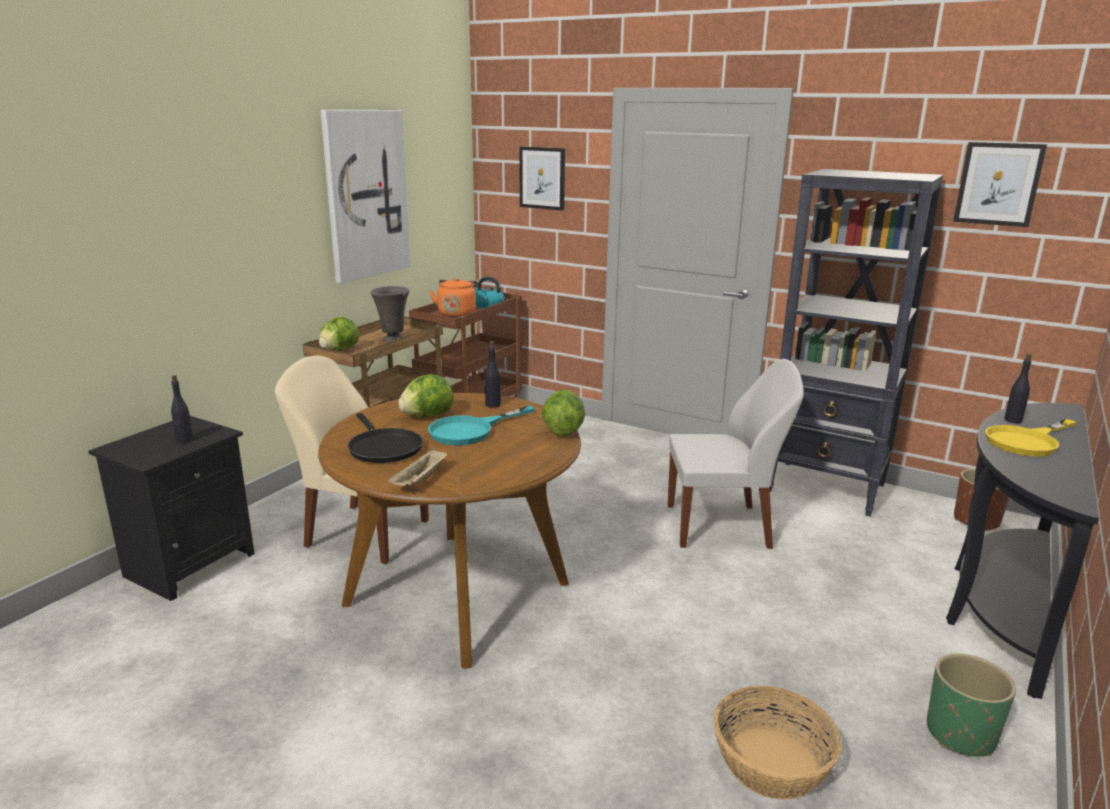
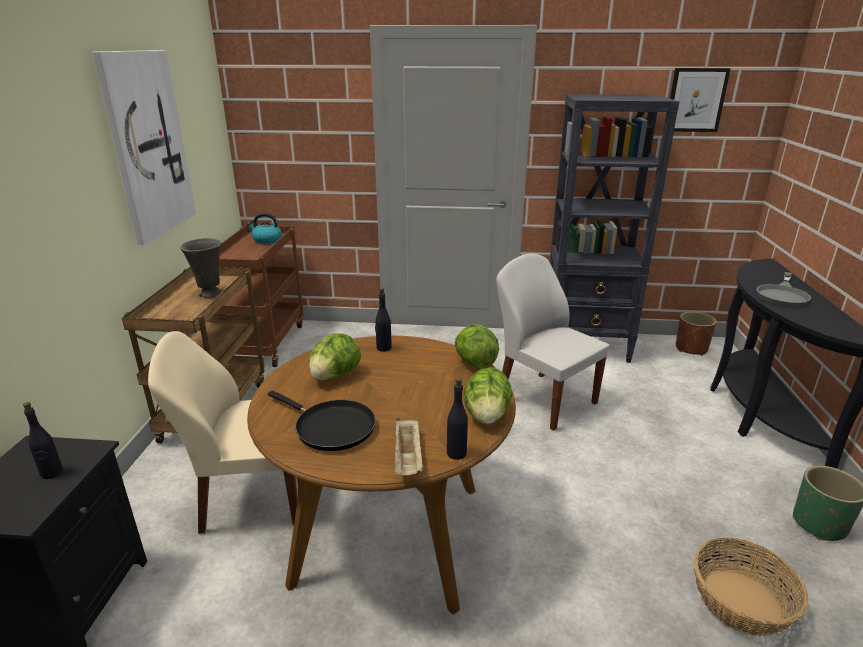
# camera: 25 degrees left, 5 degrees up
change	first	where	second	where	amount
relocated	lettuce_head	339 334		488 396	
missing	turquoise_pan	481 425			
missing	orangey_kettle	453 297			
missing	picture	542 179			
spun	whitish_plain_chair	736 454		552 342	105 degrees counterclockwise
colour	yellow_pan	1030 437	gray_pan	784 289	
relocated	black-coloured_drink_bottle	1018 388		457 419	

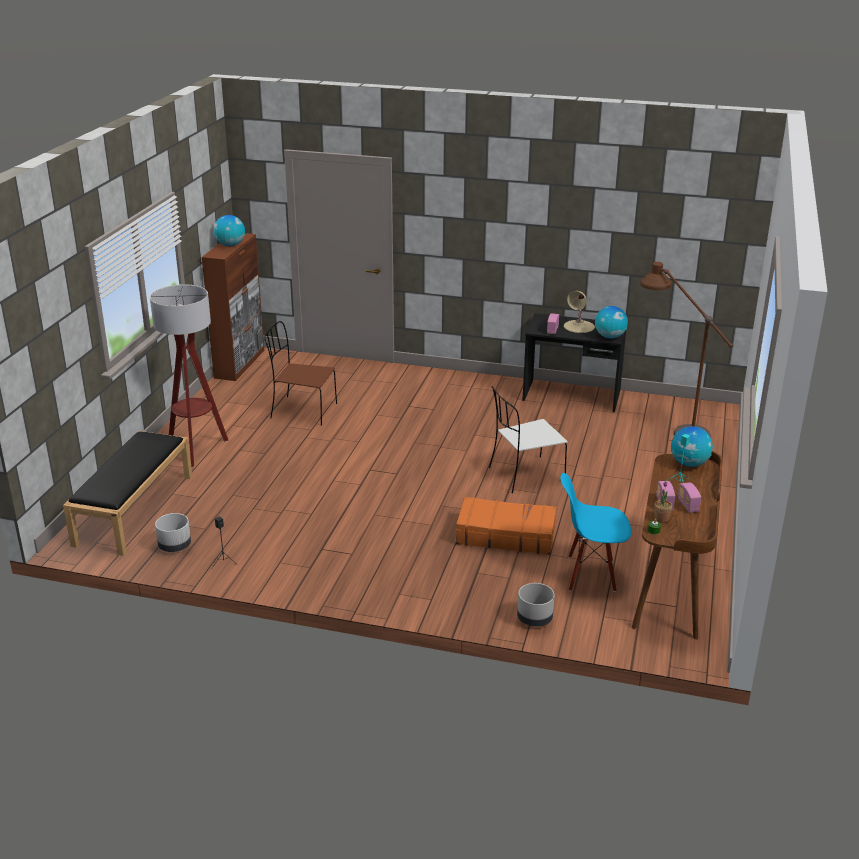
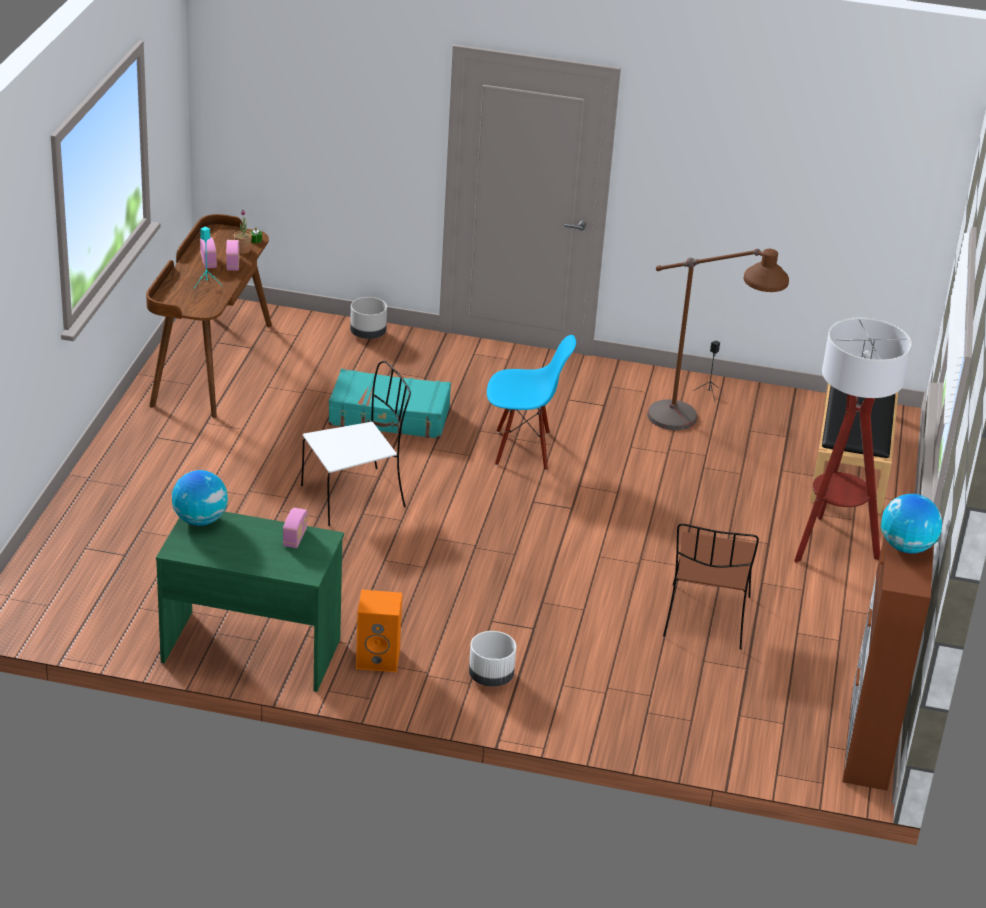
# camera: 175 degrees right, 5 degrees up
change	first	where	second	where	amount
relocated	whitish_plant_pot	173 532		492 659	
spun	brownish_plain_chair	300 373		711 586	90 degrees clockwise
colour	orangey_travel_case	506 526	turquoise_travel_case	389 404	
colour	black-coloured_desk_table	574 362	green_desk_table	250 602	
relocated	blue-coloured_plain_chair	595 532		531 403	
missing	beige_lamp_for_a_table	579 312			
relocated	brownish_floor_lamp	686 350		718 339	
missing	globe	692 446			
appeared			orangey_audio_speaker	379 630	

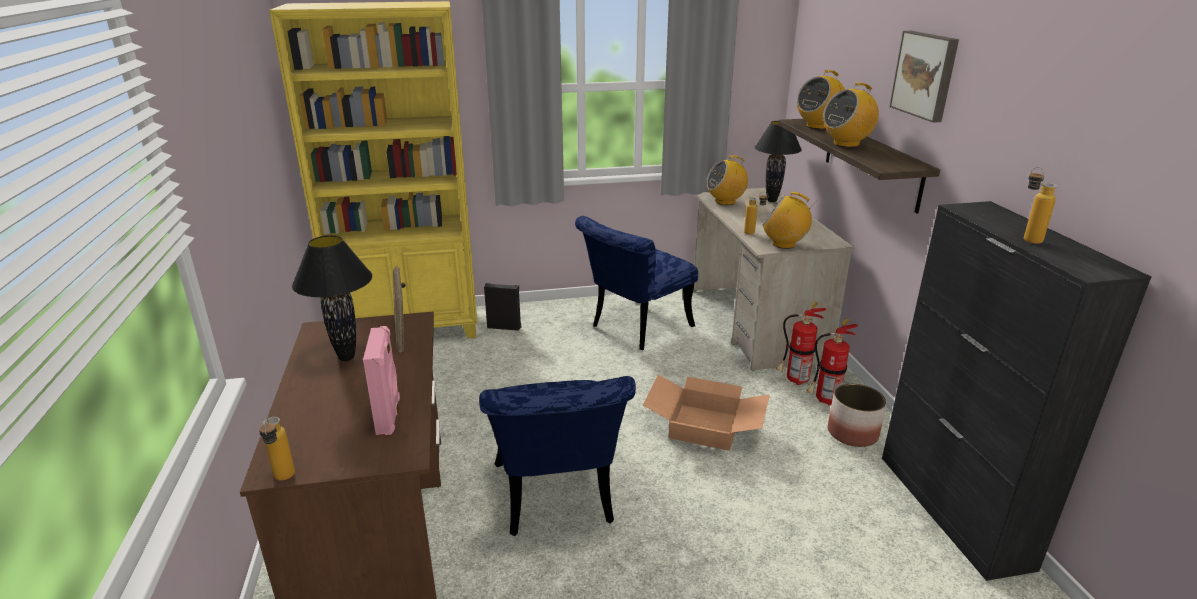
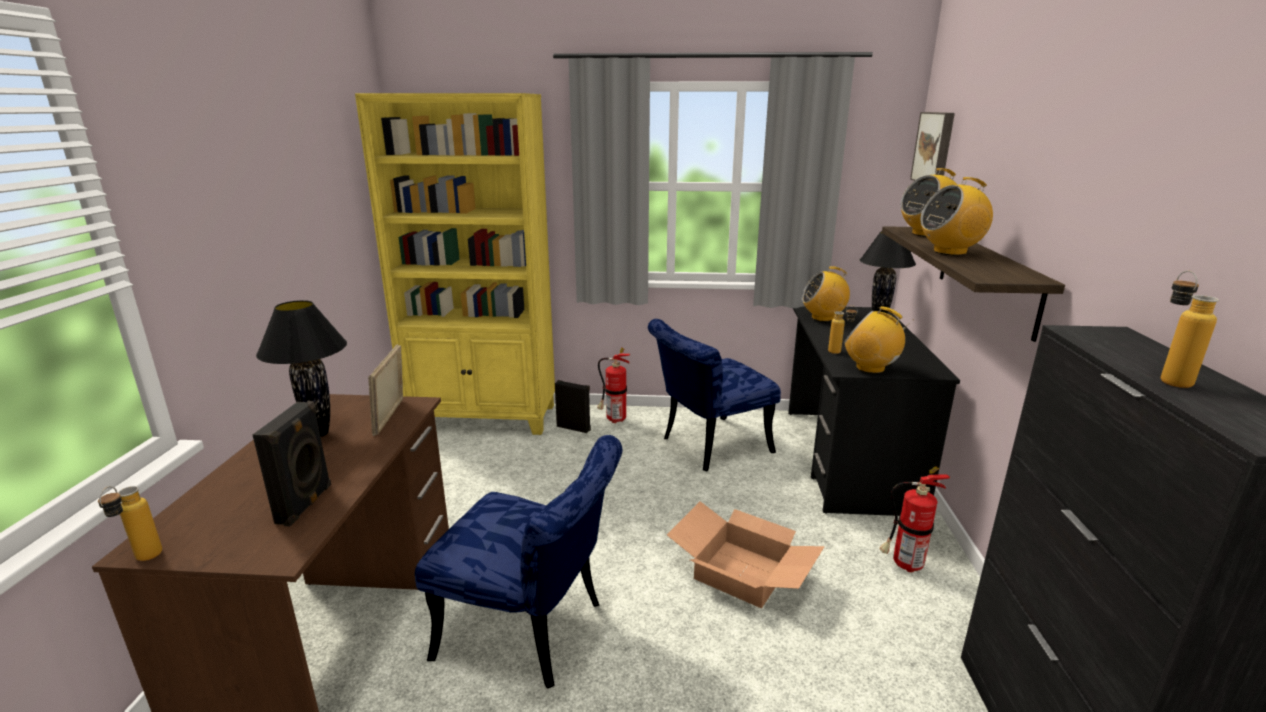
# camera: 15 degrees right, 5 degrees down
change	first	where	second	where	amount
colour	pinkish_audio_speaker	381 380	black-coloured_audio_speaker	292 464	
spun	blue-coloured_plain_chair	557 456		519 562	75 degrees counterclockwise
colour	beige_desk_table	773 279	black-coloured_desk_table	874 411	
relocated	fire_extinguisher	801 343		613 385	
missing	plant_pot	857 415			
relocated	picture	924 77		932 146	

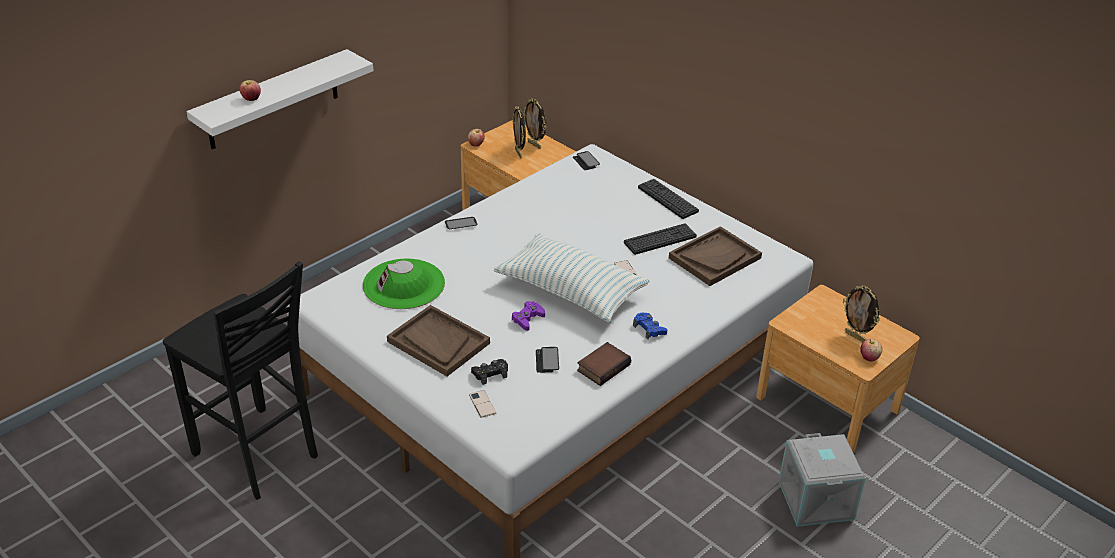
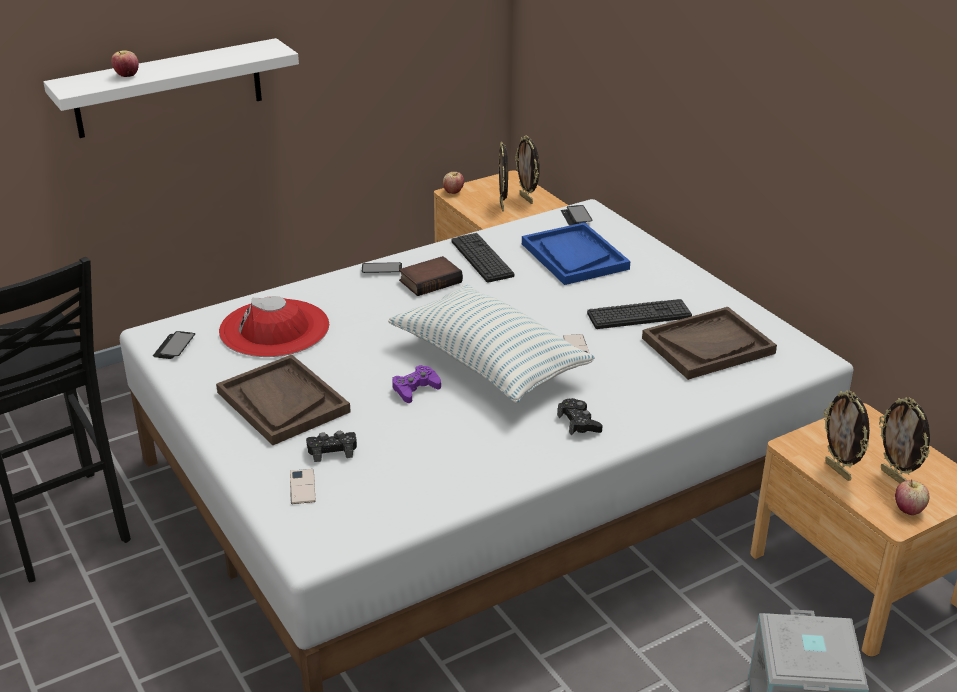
# camera: 15 degrees right, 5 degrees down
change	first	where	second	where	amount
colour	green_wearable_hat	404 283	red-coloured_wearable_hat	274 326	
relocated	handset	547 360		174 345	
relocated	volume	604 364		431 276	
colour	blue-coloured_gamepad	650 325	black-coloured_gamepad	580 417	
relocated	keyboard	668 199		483 258	
appeared			blue-coloured_tray	576 253	
appeared			standing_frame	846 436	

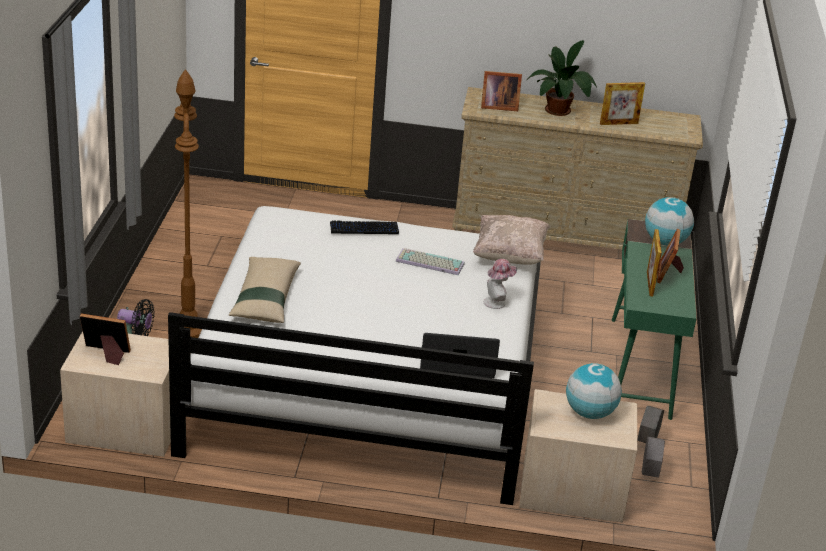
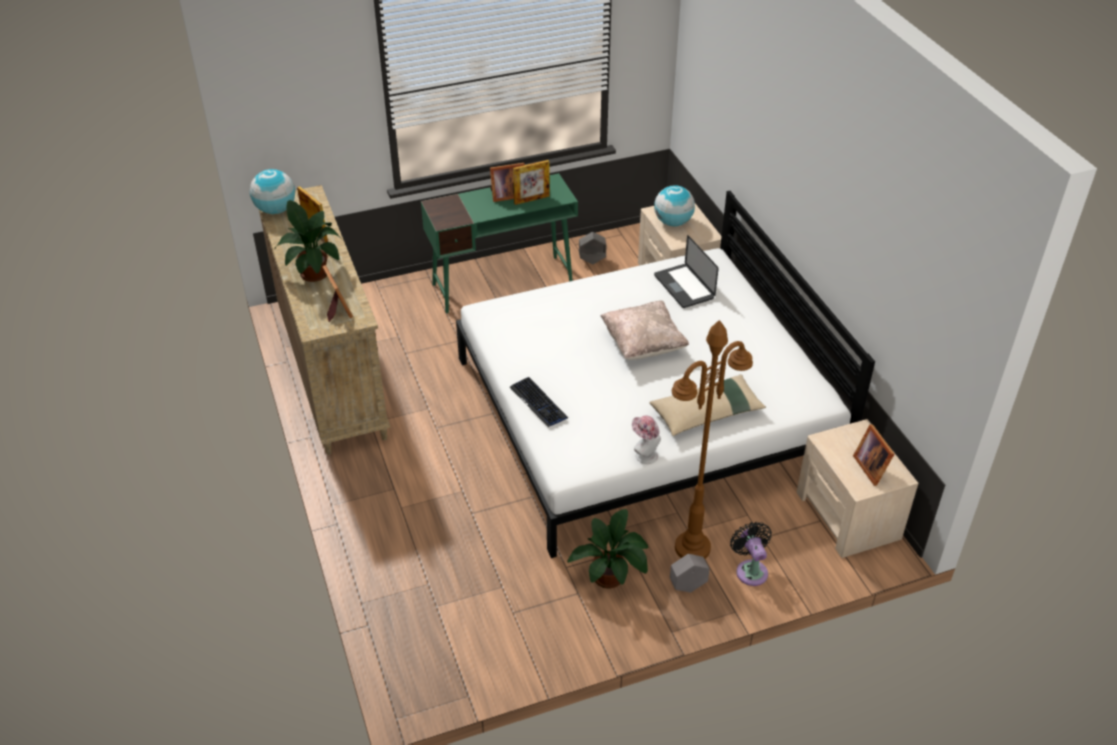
# camera: 115 degrees left, 10 degrees up
change	first	where	second	where	amount
missing	keyboard	430 261			
relocated	beige_throw_pillow	511 240		645 330	
relocated	wearable_hat	500 284		646 440	
relocated	gray_plant_pot	653 457		690 573	
relocated	globe	669 221		272 191	
appeared			plant_in_a_pot	608 549	

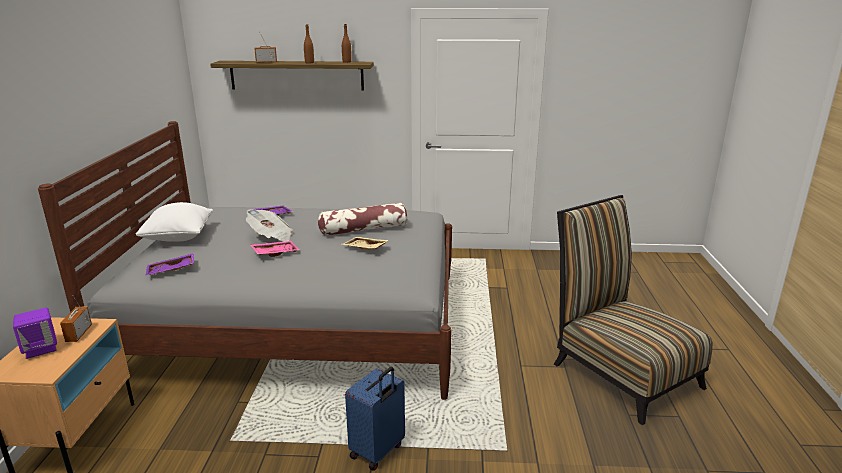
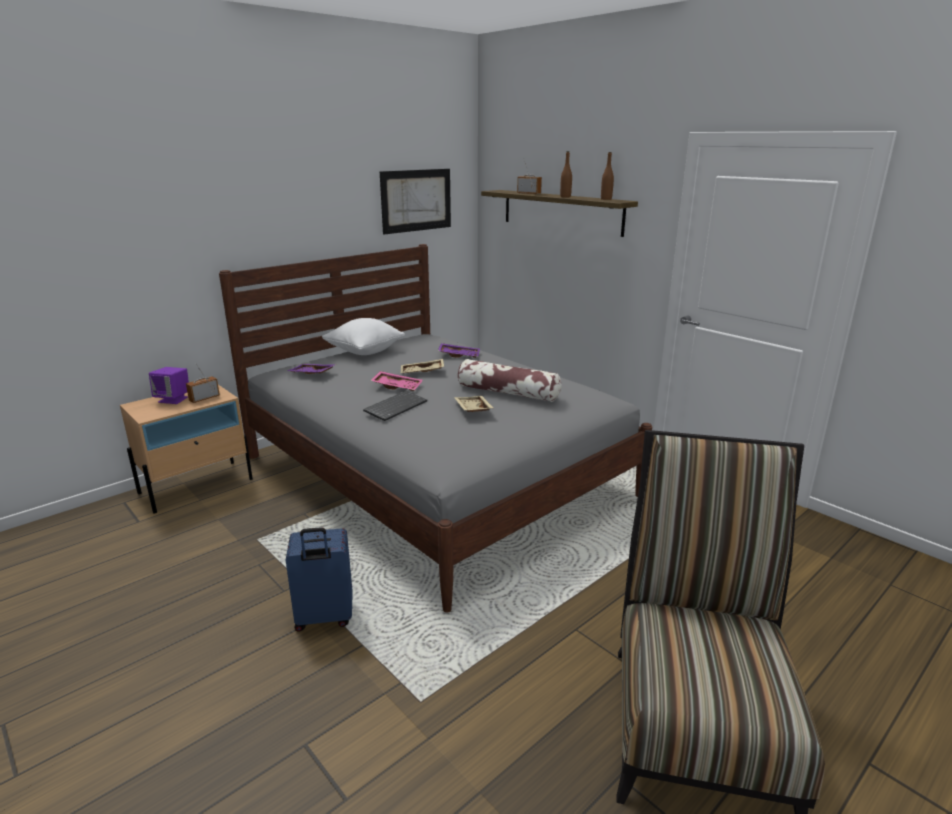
# camera: 45 degrees right, 0 degrees up
change	first	where	second	where	amount
exchanged	daily_paper	269 225	beige_tray	422 366	
appeared			keyboard	395 406	
appeared			picture	415 201	

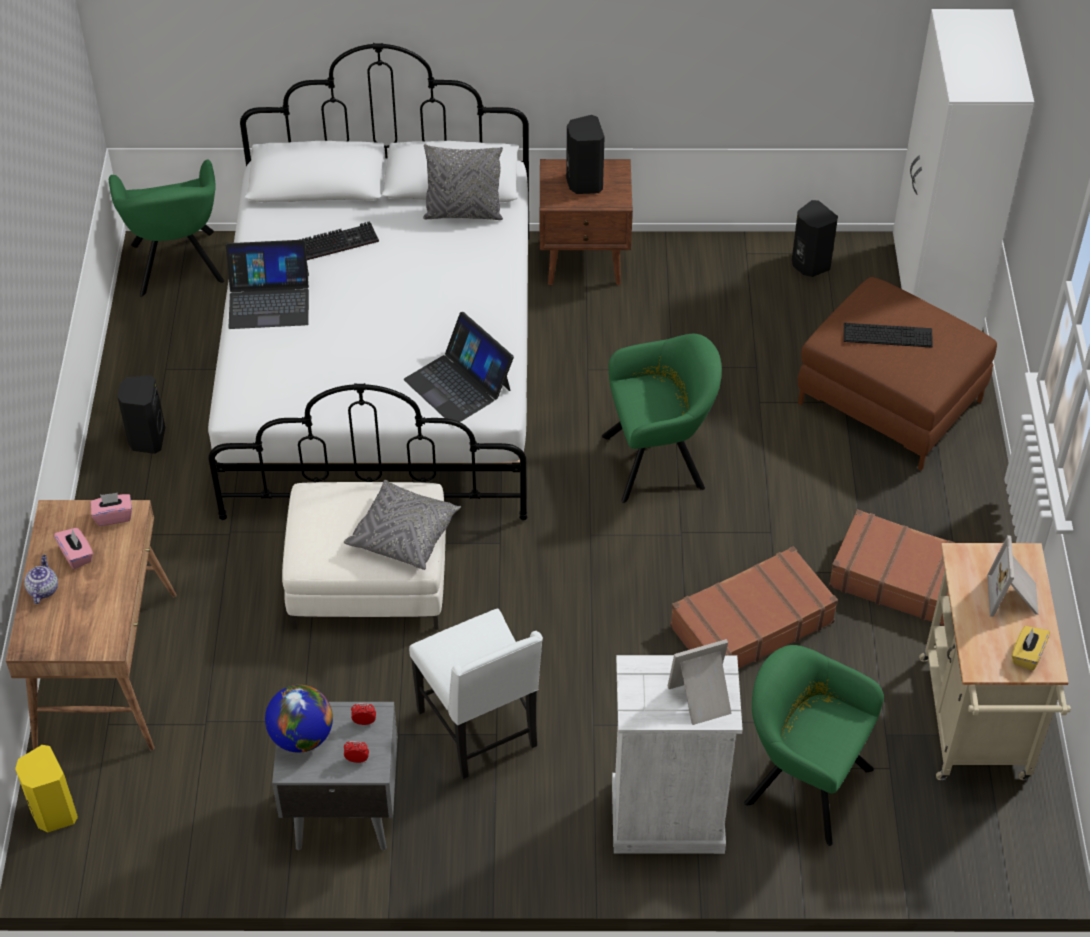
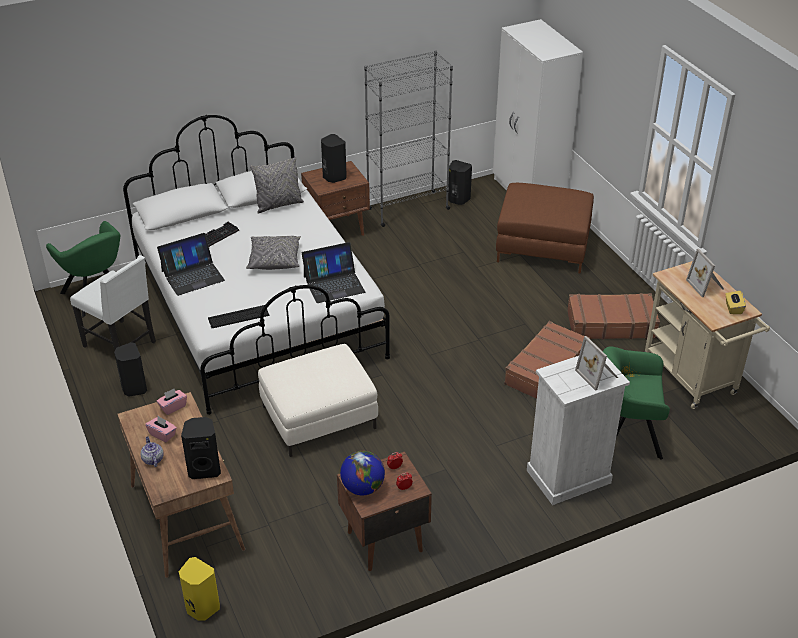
# camera: 25 degrees left, 10 degrees down
change	first	where	second	where	amount
colour	gray_nightstand	335 776	brownish_nightstand	384 511	
relocated	gray_throw_pillow	402 525		273 253	
spun	notebook_computer	459 369		333 272	45 degrees counterclockwise
relocated	whitish_plain_chair	476 693		113 302	
missing	green_easy_chair	662 418			
spun	standing_frame	699 682		596 363	75 degrees counterclockwise
relocated	keyboard	888 335		238 316	
appeared			black-coloured_audio_speaker	201 448	
appeared			gray_shelving_unit	408 138	

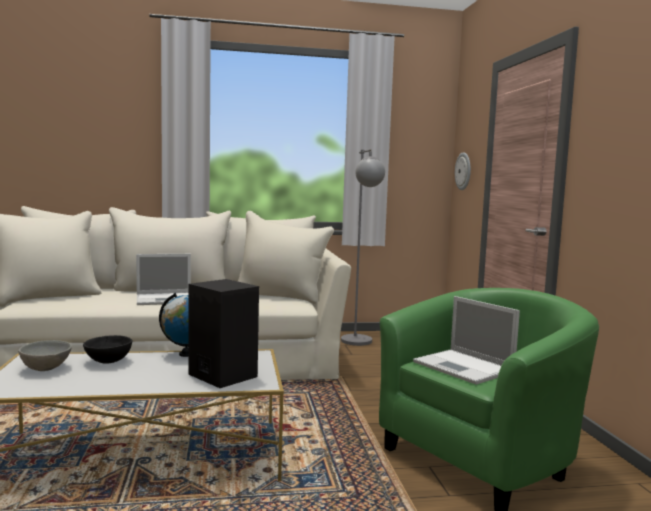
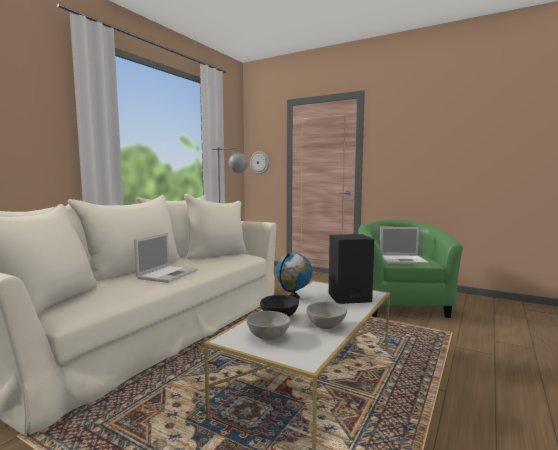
# camera: 50 degrees left, 0 degrees up
change	first	where	second	where	amount
appeared			gray_deep_dish	326 315	

